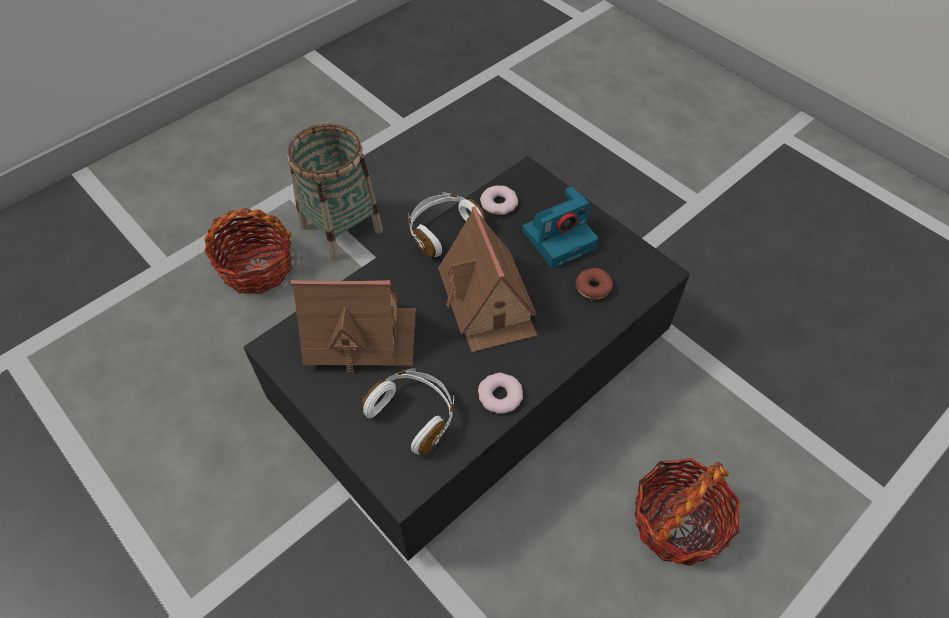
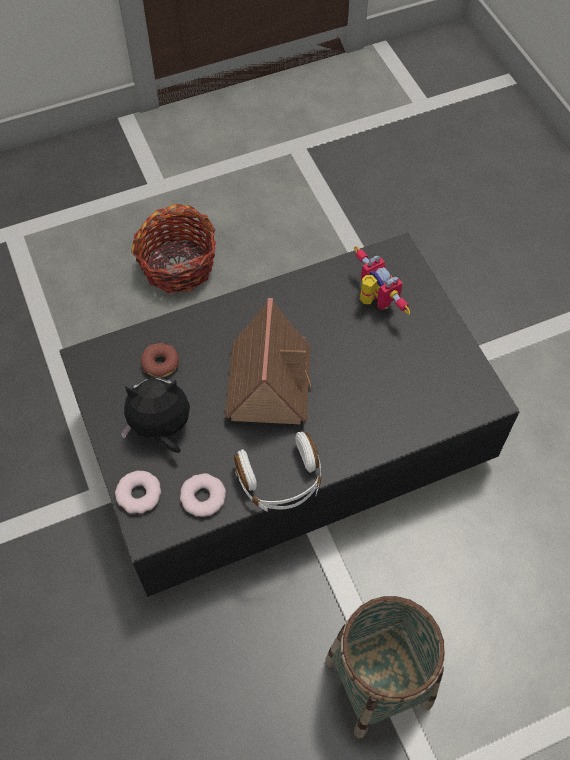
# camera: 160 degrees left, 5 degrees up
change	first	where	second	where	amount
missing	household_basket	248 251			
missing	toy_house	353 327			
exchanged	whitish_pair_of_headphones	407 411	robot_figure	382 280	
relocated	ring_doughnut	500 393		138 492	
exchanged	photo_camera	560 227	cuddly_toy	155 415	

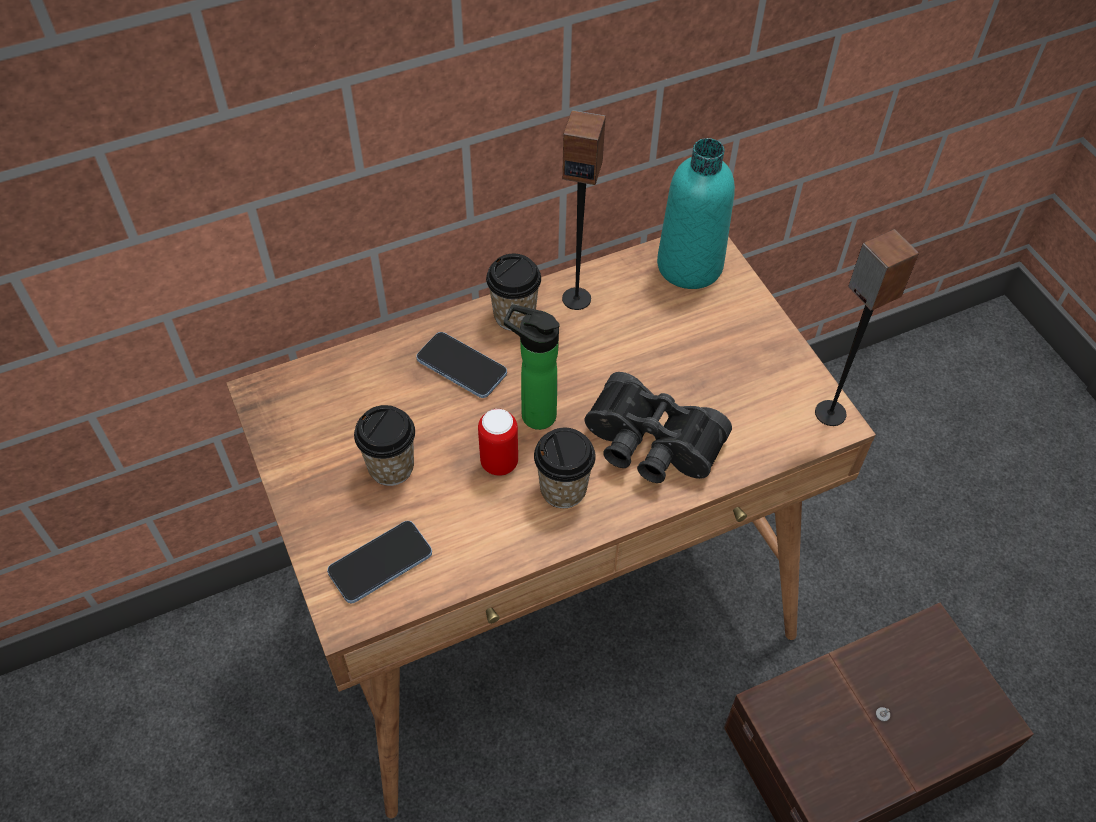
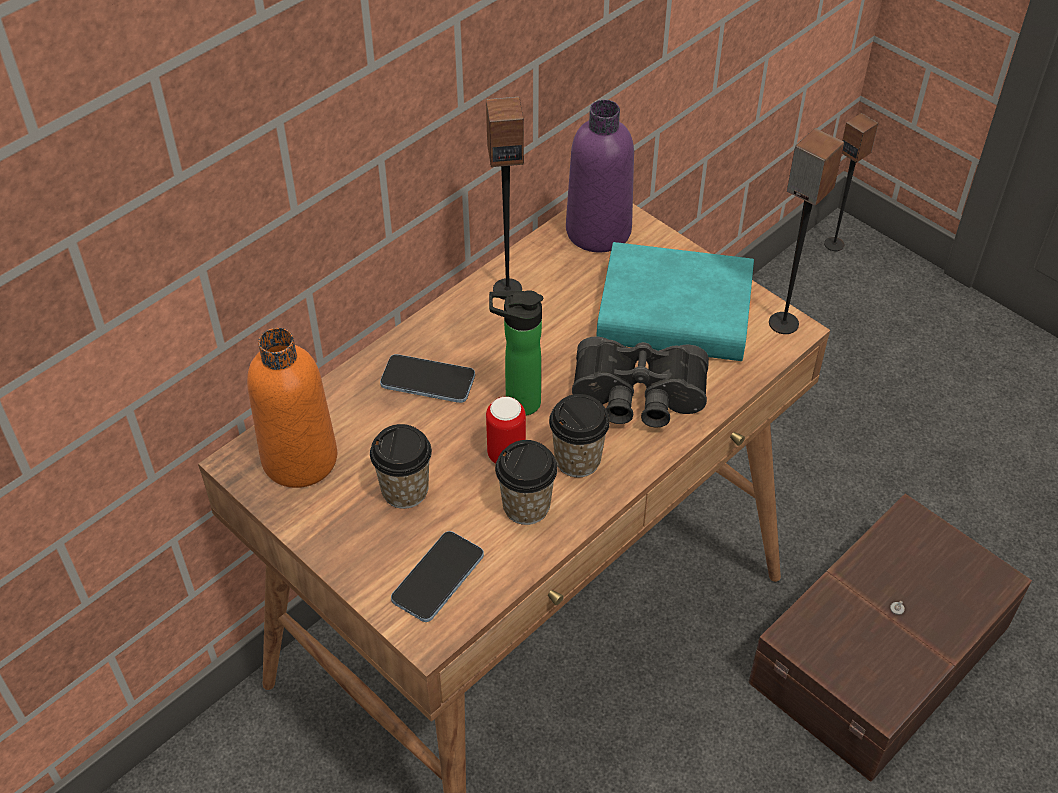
# camera: 20 degrees left, 5 degrees down
change	first	where	second	where	amount
relocated	small_cup	513 292		526 482	
colour	turquoise_drink_bottle	696 213	purplish_drink_bottle	600 176	
appeared			orangey_drink_bottle	292 408	
appeared			turquoise_volume	675 301	
appeared			audio_speaker	851 182	

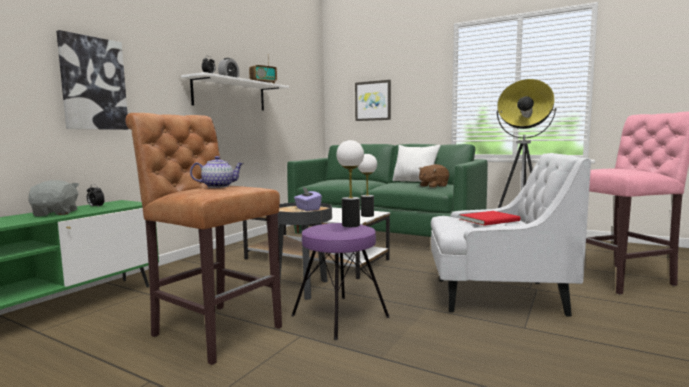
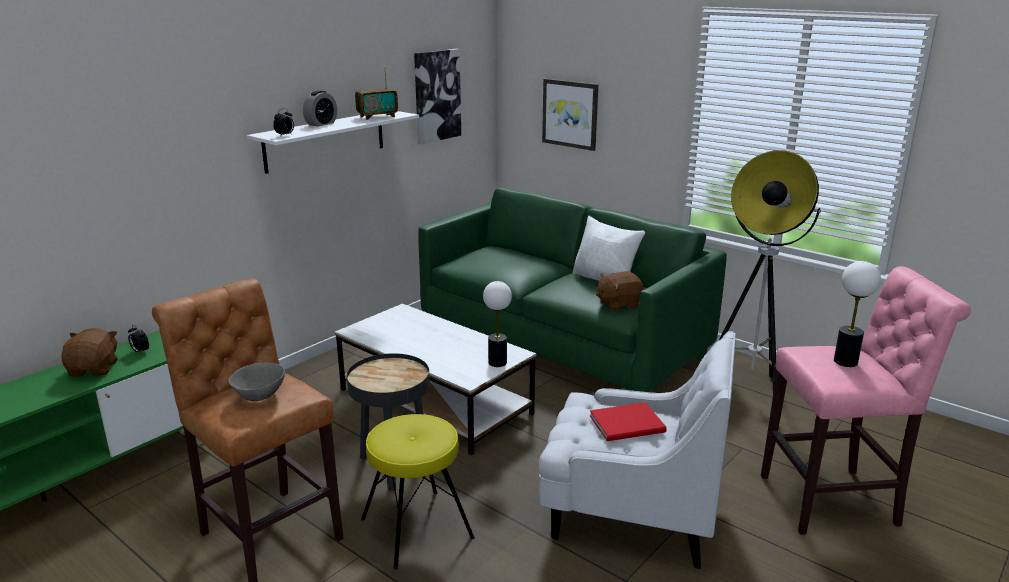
# camera: 10 degrees right, 15 degrees up
change	first	where	second	where	amount
colour	gray_cuddly_toy	54 198	brownish_cuddly_toy	89 352	
relocated	picture	92 80		437 96	
exchanged	pot_for_tea	217 172	gray_deep_dish	257 382	
colour	purplish_sitting_stool	340 281	yellow_sitting_stool	418 492	
missing	purplish_tissue_box	308 199			
relocated	lamp_for_a_table	350 183		857 314	

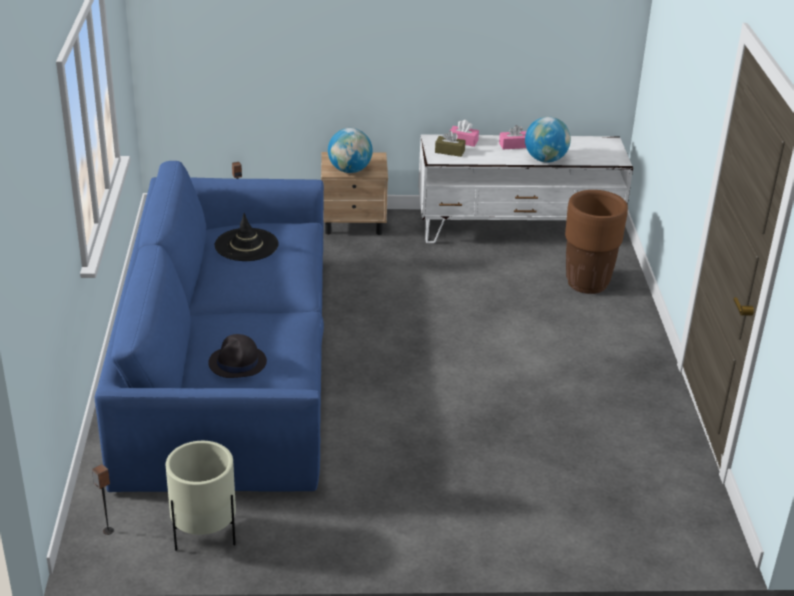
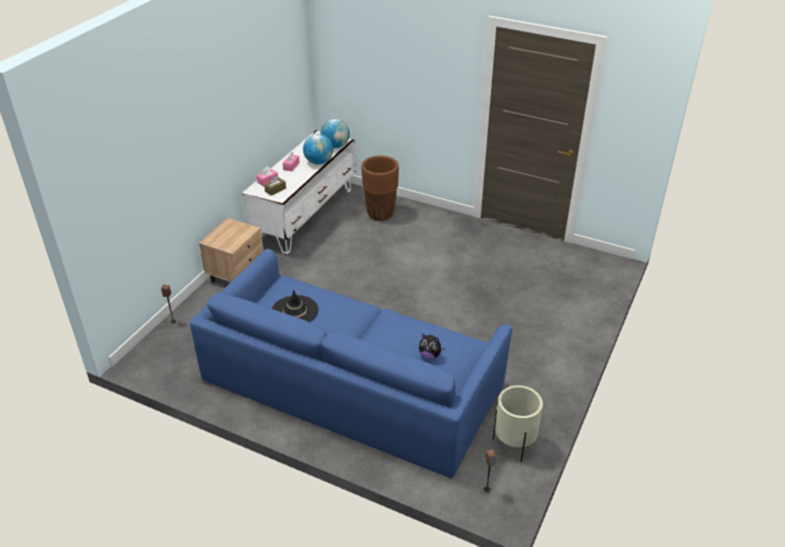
# camera: 60 degrees left, 5 degrees up
change	first	where	second	where	amount
exchanged	black-coloured_wearable_hat	237 356	cuddly_toy	432 346	
relocated	globe	350 150		335 133	

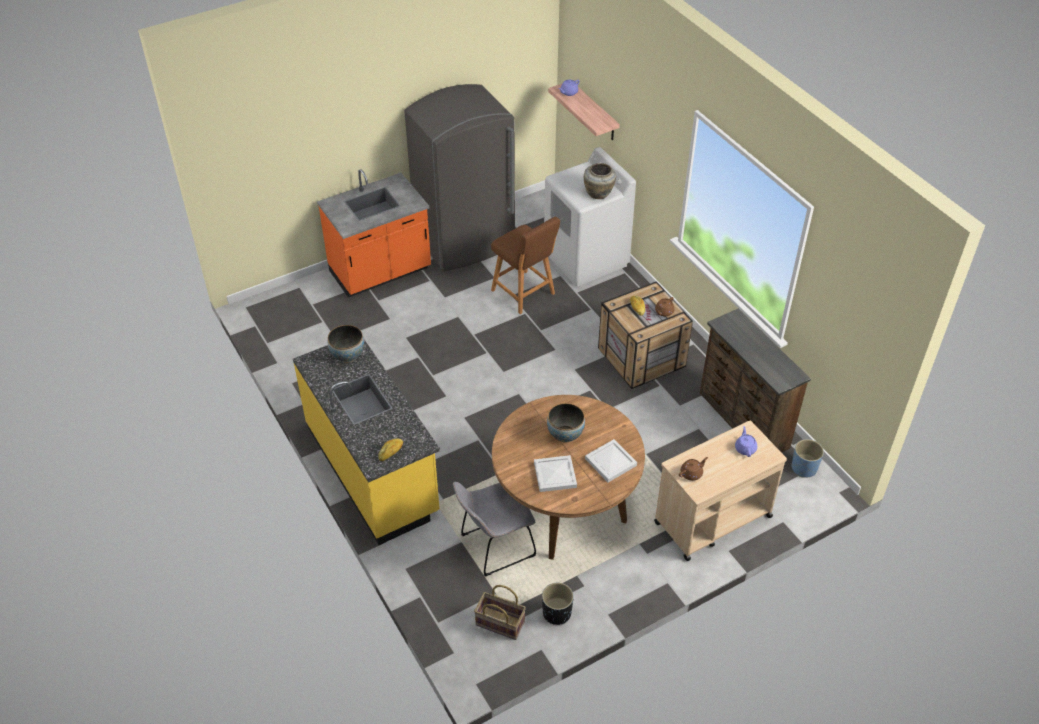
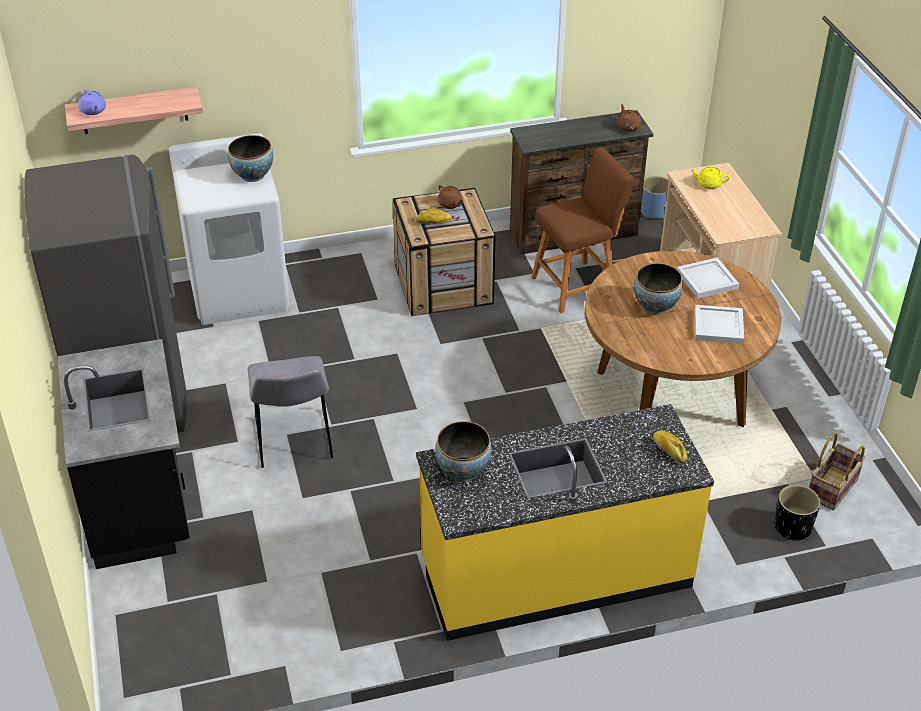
# camera: 75 degrees left, 5 degrees down
change	first	where	second	where	amount
colour	orangey_kitchen_counter	374 233	black-coloured_kitchen_counter	124 454	
relocated	gray_plain_chair	494 529		290 412	
relocated	brownish_sitting_stool	525 265		582 230	
relocated	black-coloured_plant_pot	558 604		797 513	
exchanged	beige_vase	600 181	deep_dish	250 158	
relocated	brownish_pot_for_tea	693 469		629 118	
colour	purplish_pot_for_tea	746 441	yellow_pot_for_tea	710 178	

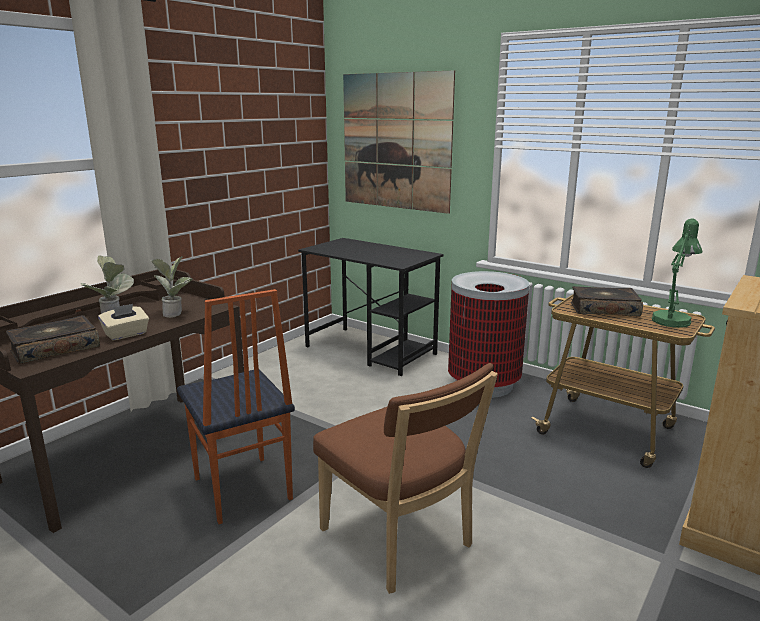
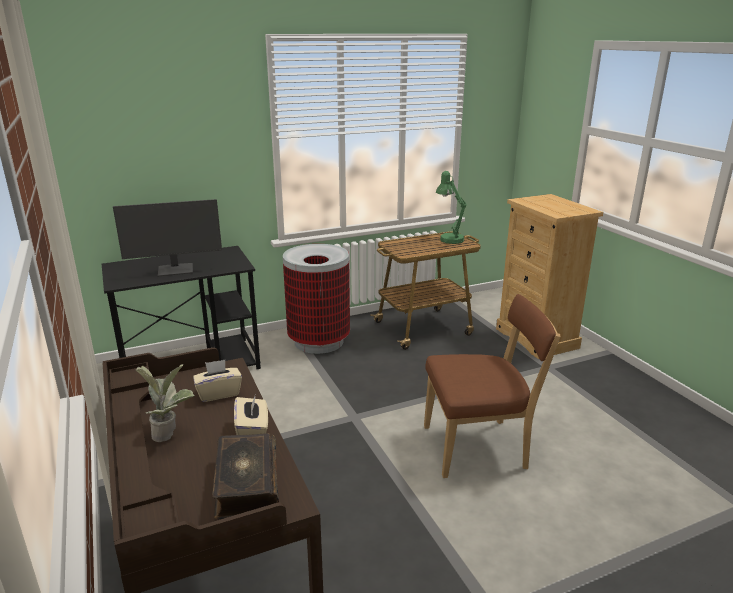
# camera: 60 degrees left, 5 degrees up
change	first	where	second	where	amount
exchanged	plant_in_a_pot	171 287	beige_tissue_box	217 381	
missing	plain_chair	236 406			
missing	picture	399 142			
missing	volume	607 301			
appeared			computer_display	167 237	

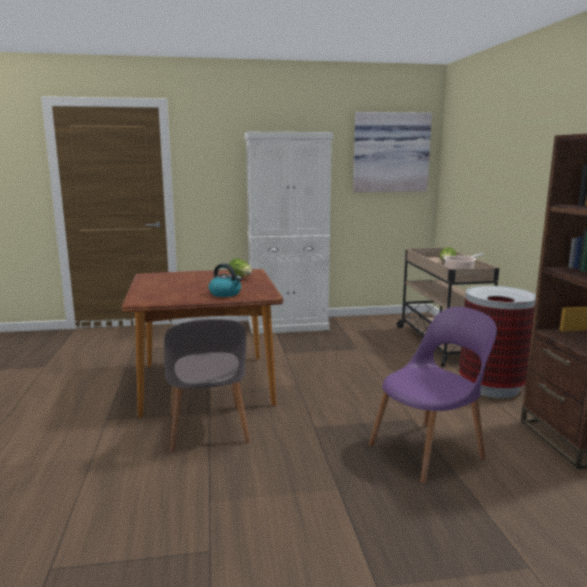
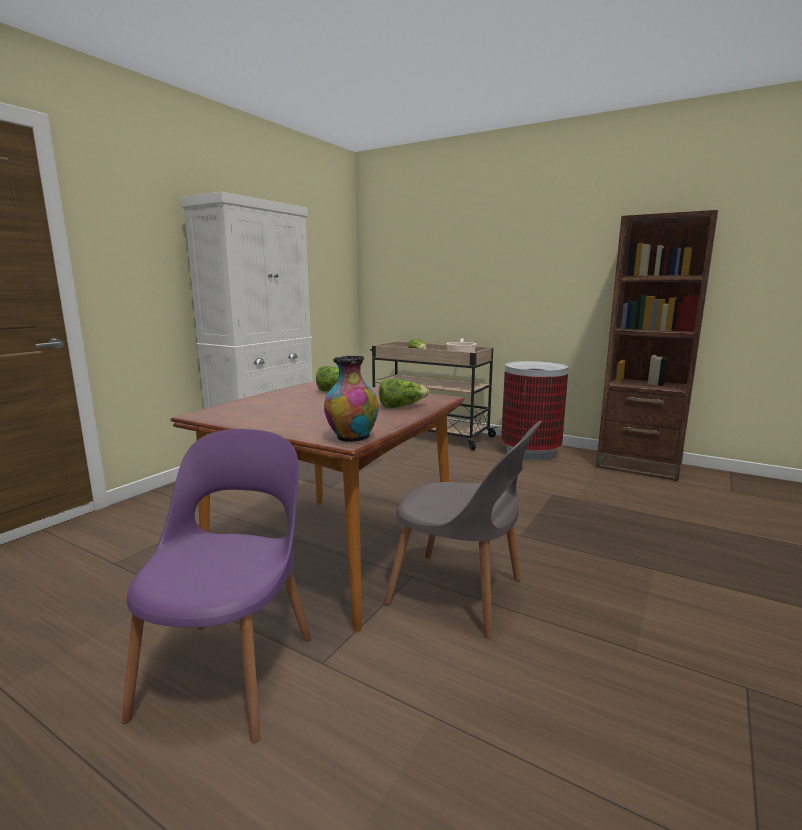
# camera: 50 degrees left, 0 degrees up
change	first	where	second	where	amount
exchanged	kettle	225 280	lettuce_head	404 393	
missing	picture	392 152			
relocated	purplish_plain_chair	433 395		216 586	
appeared			vase	351 399	

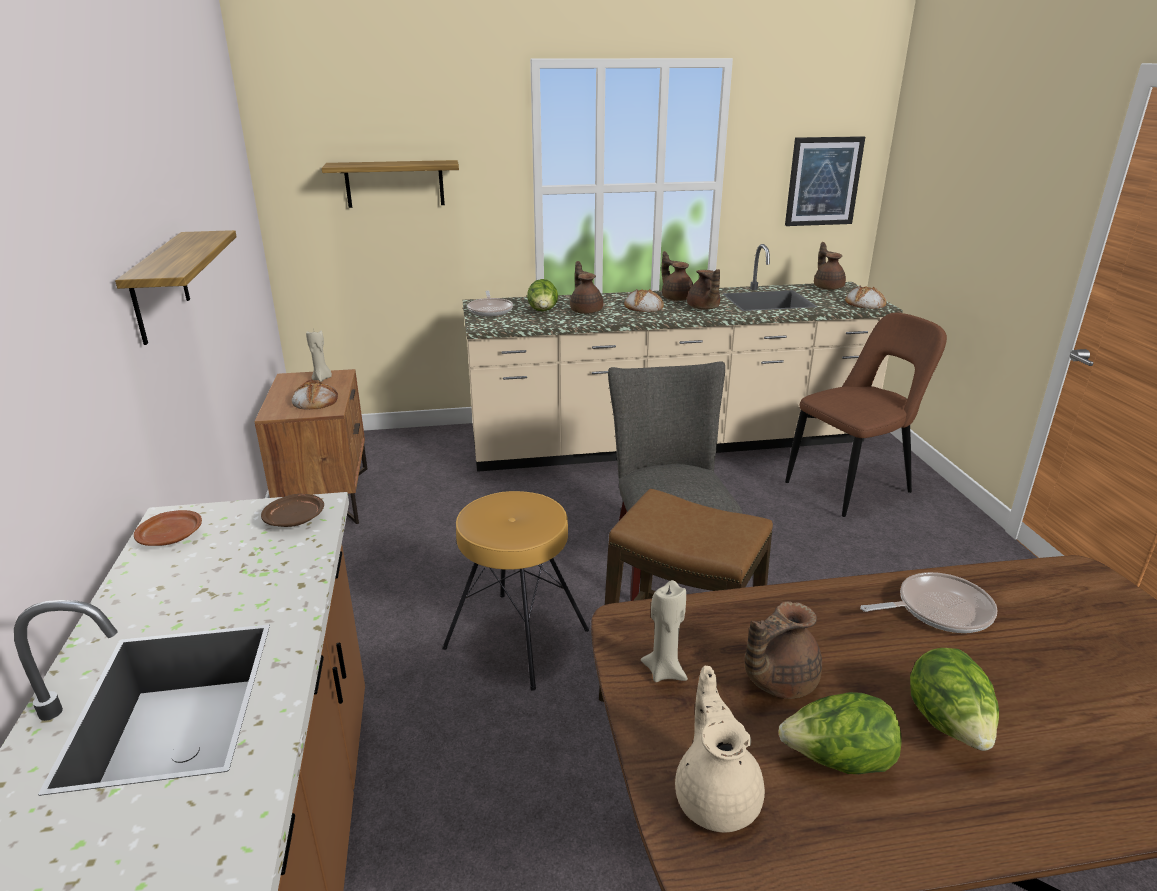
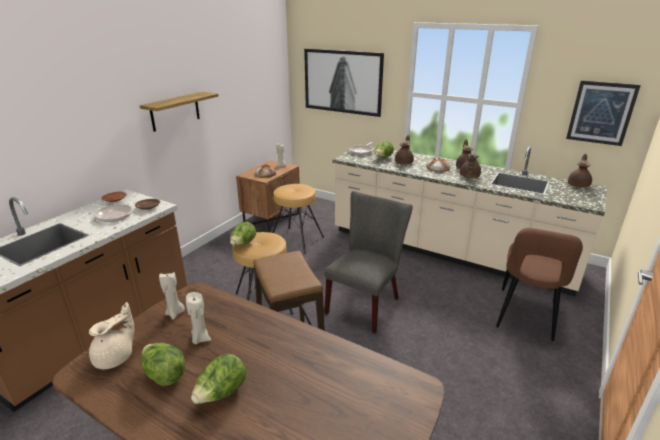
# camera: 40 degrees right, 0 degrees up
change	first	where	second	where	amount
exchanged	shelf	390 184	picture	344 83	
exchanged	brownish_pot_for_tea	783 650	beige_candle	198 318	
spun	brownish_plain_chair	866 415		539 284	105 degrees clockwise
missing	baked_bread	865 297			
relocated	pan	929 602		111 212	
appeared			lettuce_head	243 233	
appeared			brownish_sitting_stool	298 219	

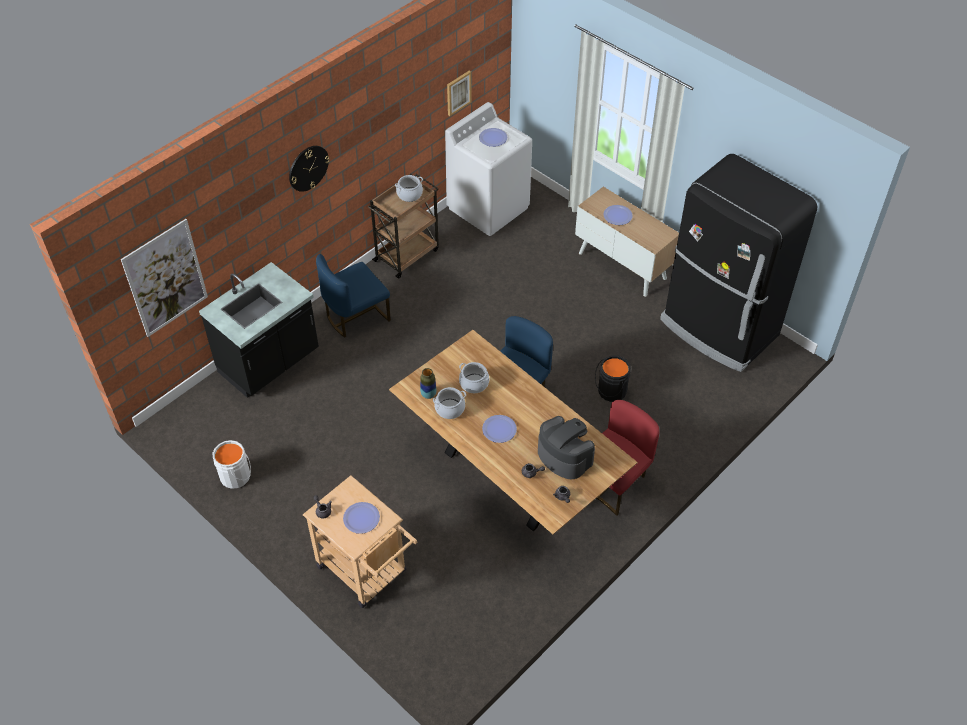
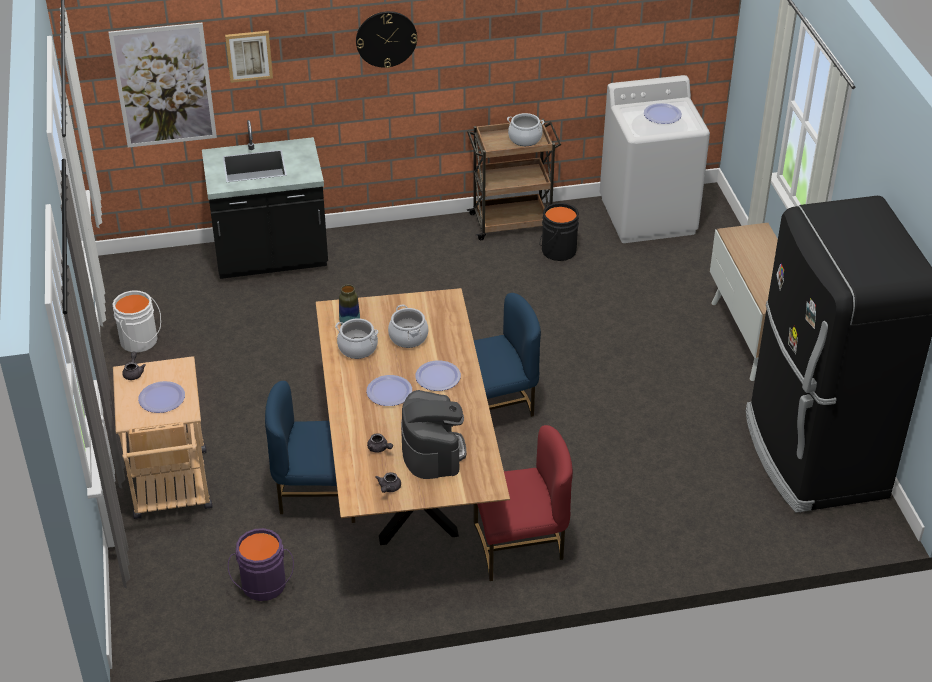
# camera: 35 degrees right, 10 degrees down
change	first	where	second	where	amount
relocated	blue-coloured_plain_chair	353 296		310 452	
relocated	picture	459 93		249 57	
relocated	black-coloured_pail	613 379		559 232	
relocated	plate	618 215		438 375	
appeared			purplish_pail	261 564	

